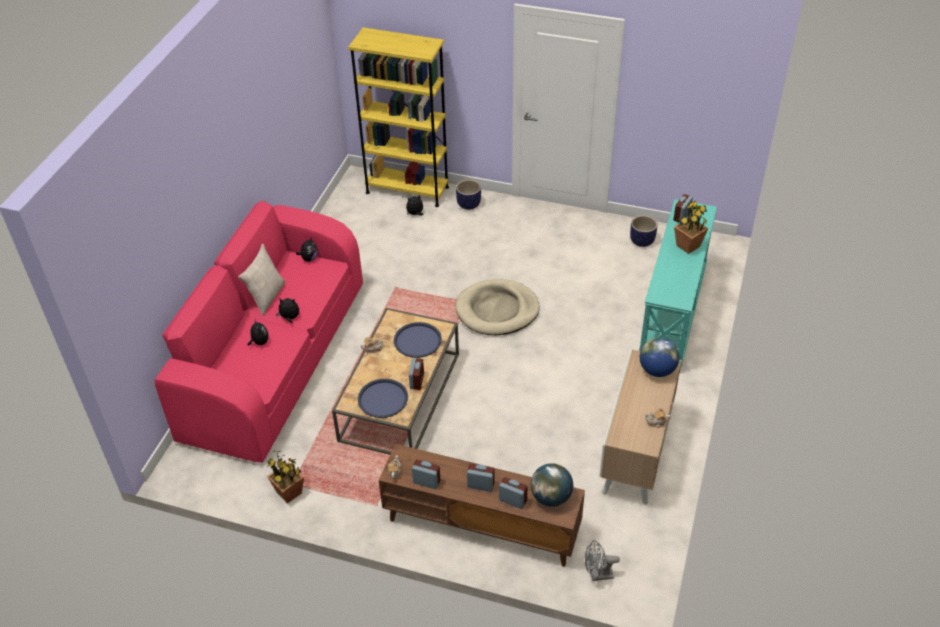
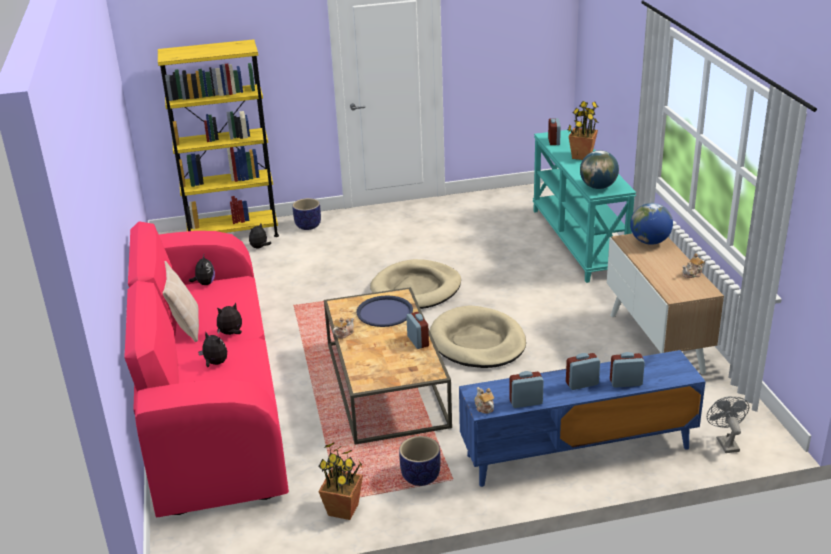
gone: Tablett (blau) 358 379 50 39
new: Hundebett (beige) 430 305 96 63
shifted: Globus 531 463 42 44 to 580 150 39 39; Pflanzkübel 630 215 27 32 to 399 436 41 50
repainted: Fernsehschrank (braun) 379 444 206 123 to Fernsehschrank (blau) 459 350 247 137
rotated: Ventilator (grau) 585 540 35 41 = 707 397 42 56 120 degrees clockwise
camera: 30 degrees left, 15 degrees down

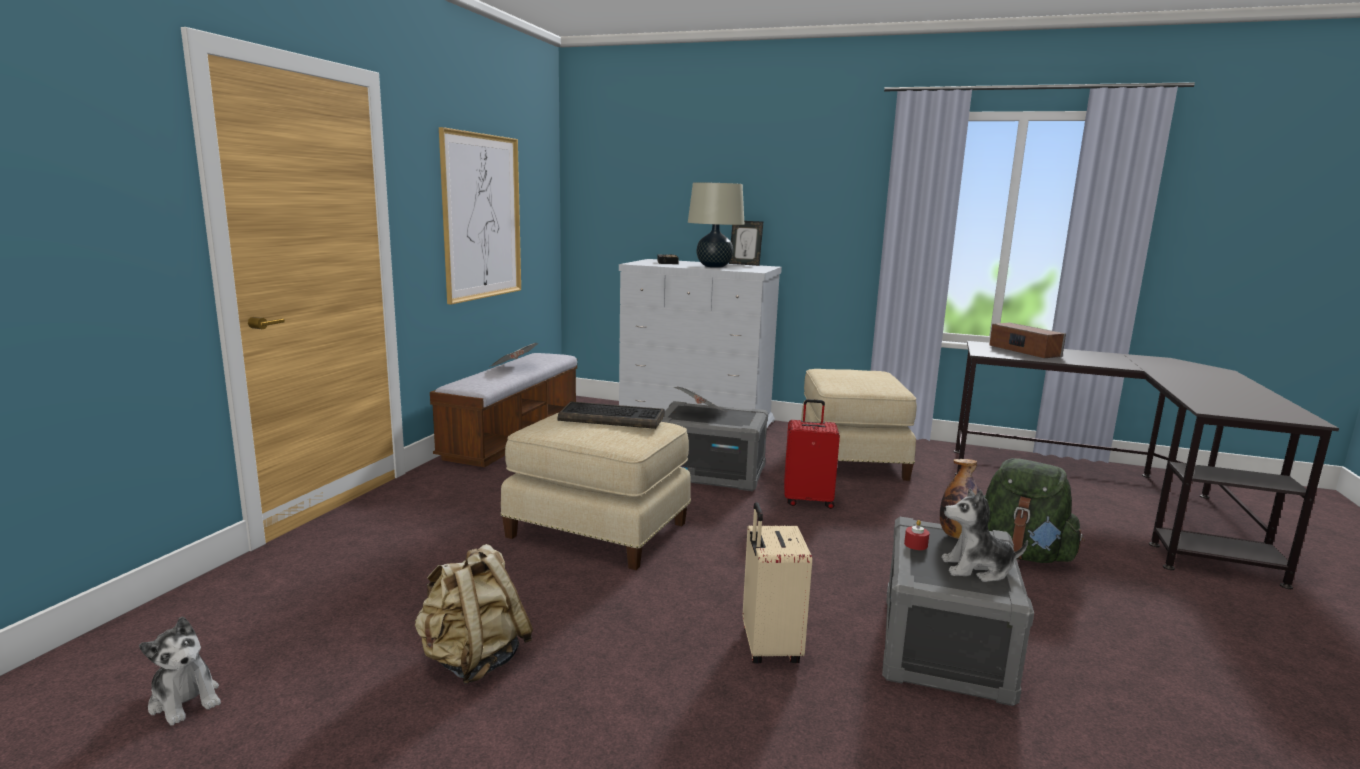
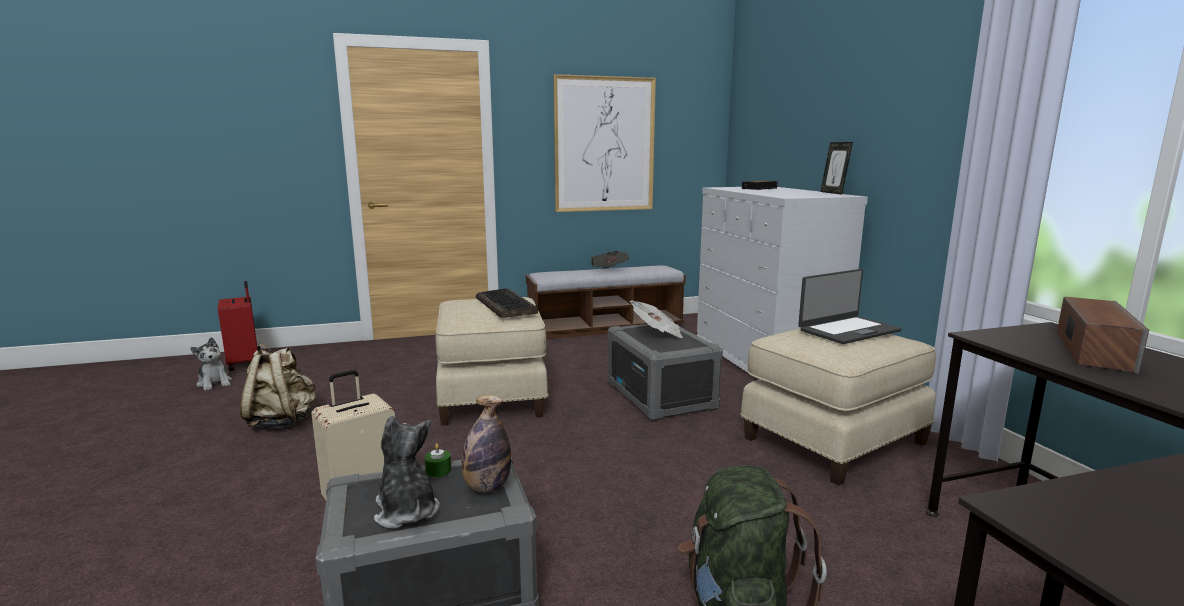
gone: Tischlampe (beige) 688 182 56 86
new: Laptop 798 269 104 75
shifted: Koffer (rot) 784 399 56 110 to 218 281 40 90
repainted: Kerze (rot) 904 520 25 30 to Kerze (grün) 425 443 26 34
rotated: Plüschtier 139 617 82 109 = 190 337 42 54 45 degrees counterclockwise
camera: 55 degrees right, 0 degrees up

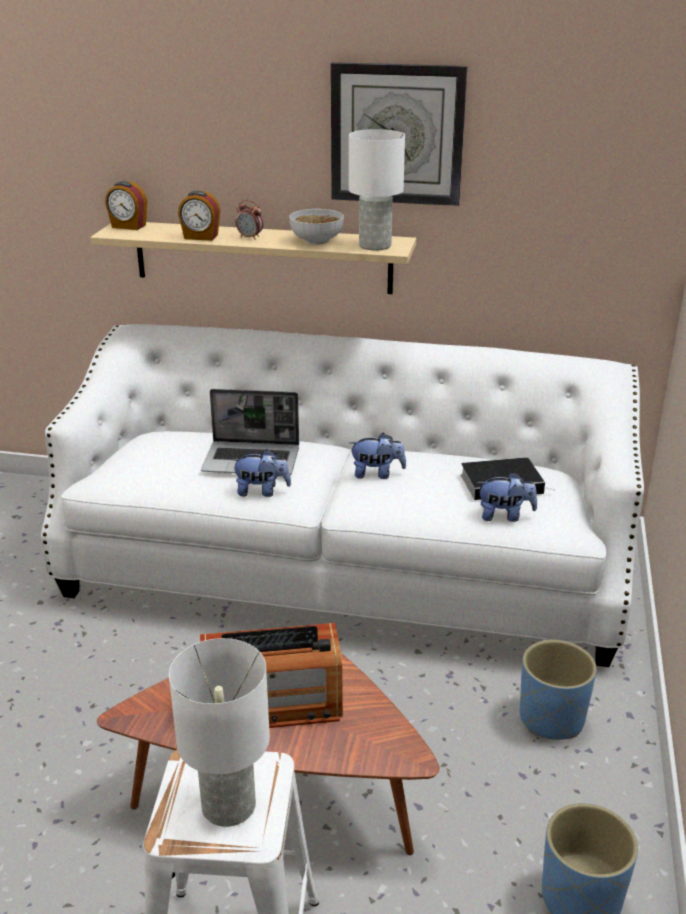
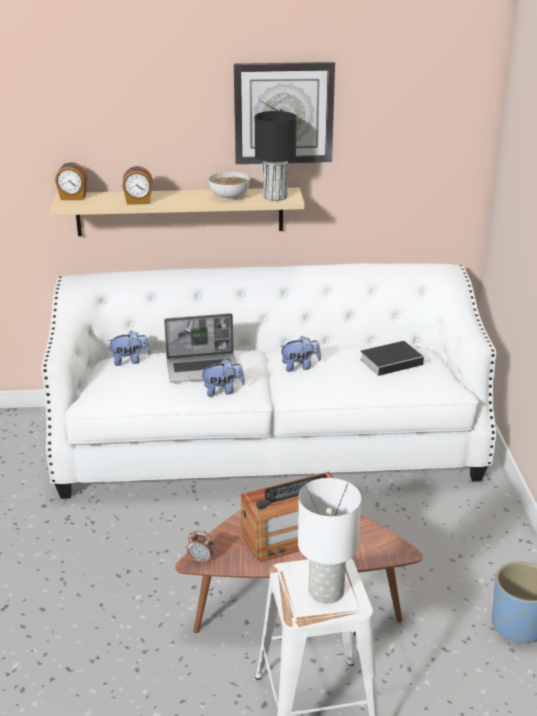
gone: Pflanzkübel (blau) 520 640 77 100
shifted: Wecker 236 200 27 40 to 187 531 28 32; Plüschtier 476 472 61 50 to 107 330 44 36
repainted: Tischlampe (weiß) 349 129 56 121 to Tischlampe (schwarz) 255 111 41 90
camera: 15 degrees left, 0 degrees up

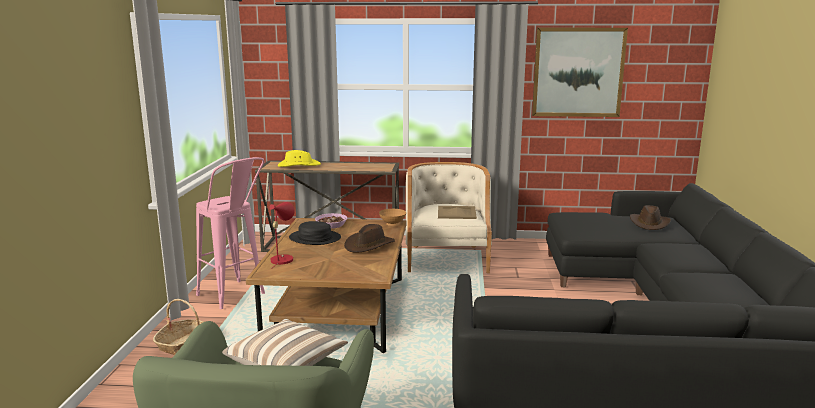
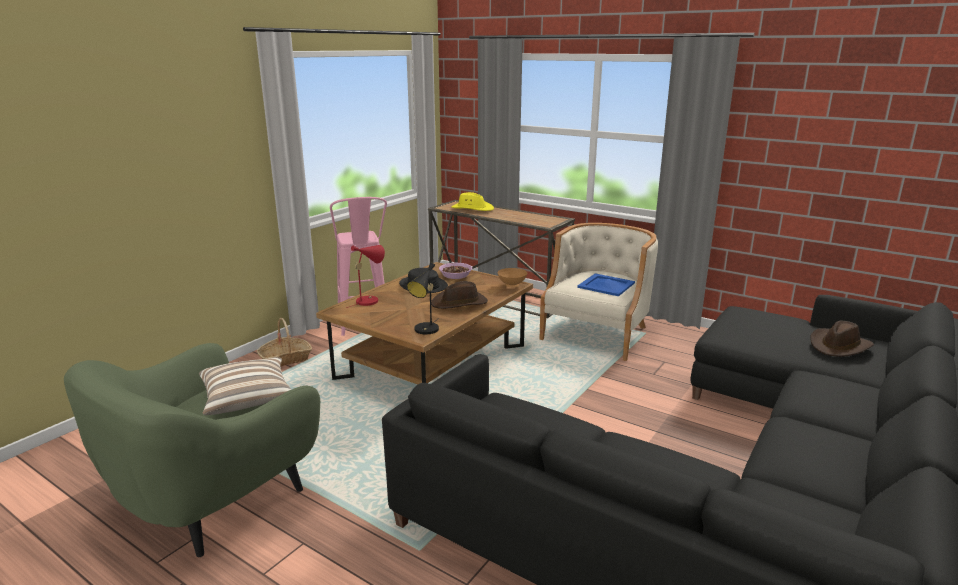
gone: Bild 532 28 96 89
new: Tischlampe (schwarz) 407 263 32 71
repainted: Tablett (beige) 438 206 39 13 to Tablett (blau) 577 273 58 23
camera: 30 degrees right, 5 degrees up

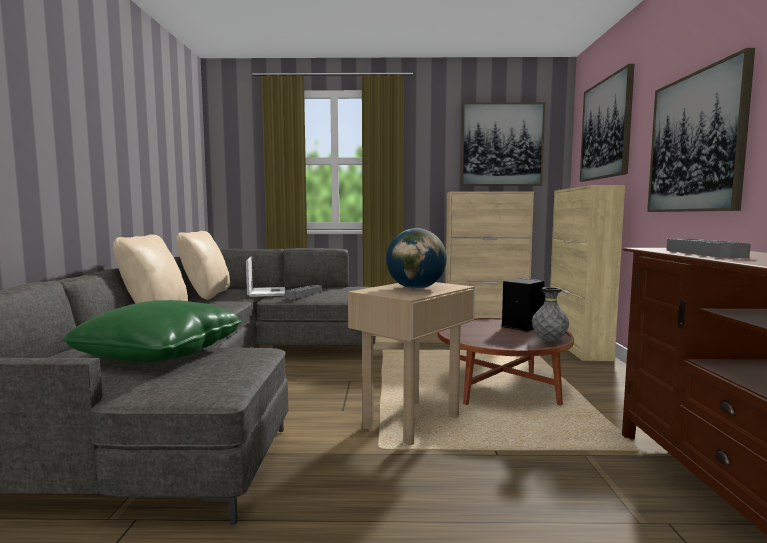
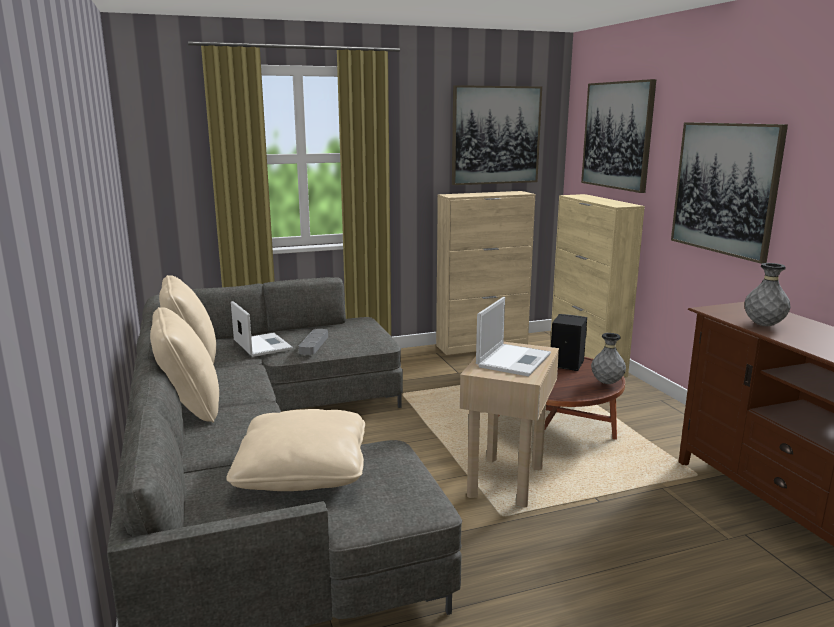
swapped: Globus 386 228 61 61 to Laptop 476 297 75 80; Tablett (grau) 666 239 85 19 to Vase (grau) 744 263 46 63
repainted: Kissen (grün) 63 300 178 62 to Kissen (beige) 226 409 139 82
camera: 20 degrees left, 10 degrees up

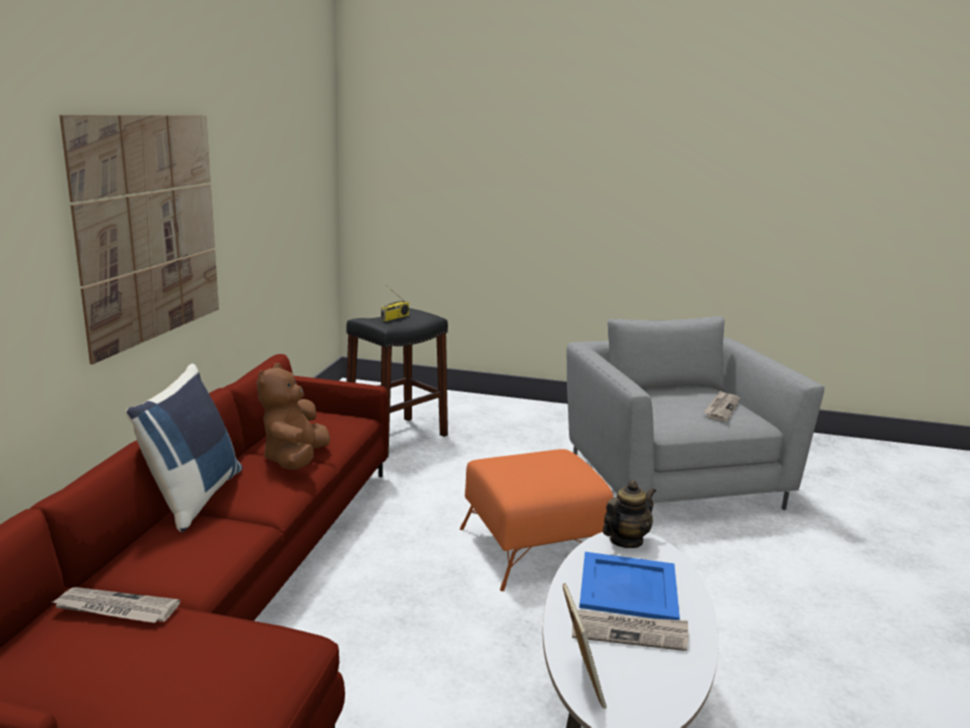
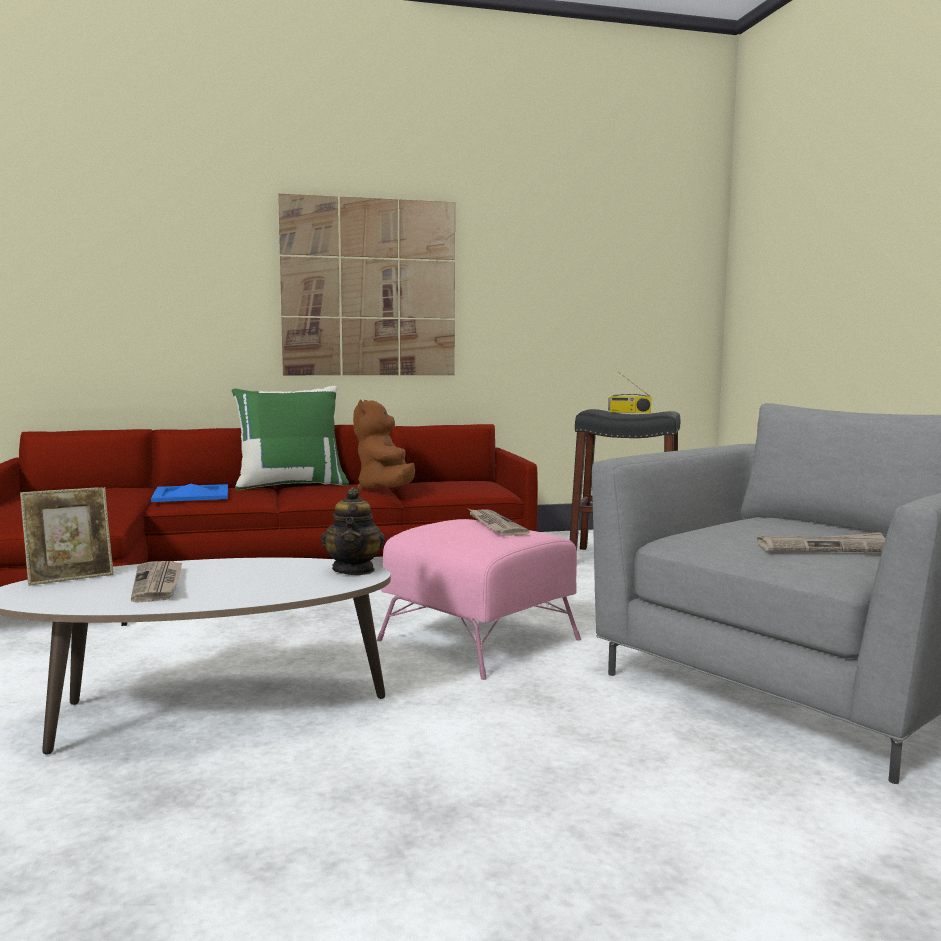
shifted: Zeitung 52 587 128 36 to 469 509 61 27; Tablett (blau) 579 552 101 68 to 151 484 77 18
repainted: Kissen (blau) 126 364 117 168 to Kissen (grün) 232 386 117 104; Polsterhocker (orange) 460 449 153 142 to Polsterhocker (rosa) 377 519 204 161
rotated: Plüschtier (braun) 257 363 73 107 = 353 400 62 91 75 degrees counterclockwise; Teekanne 602 480 54 68 = 321 487 64 88 60 degrees clockwise
camera: 65 degrees right, 10 degrees down

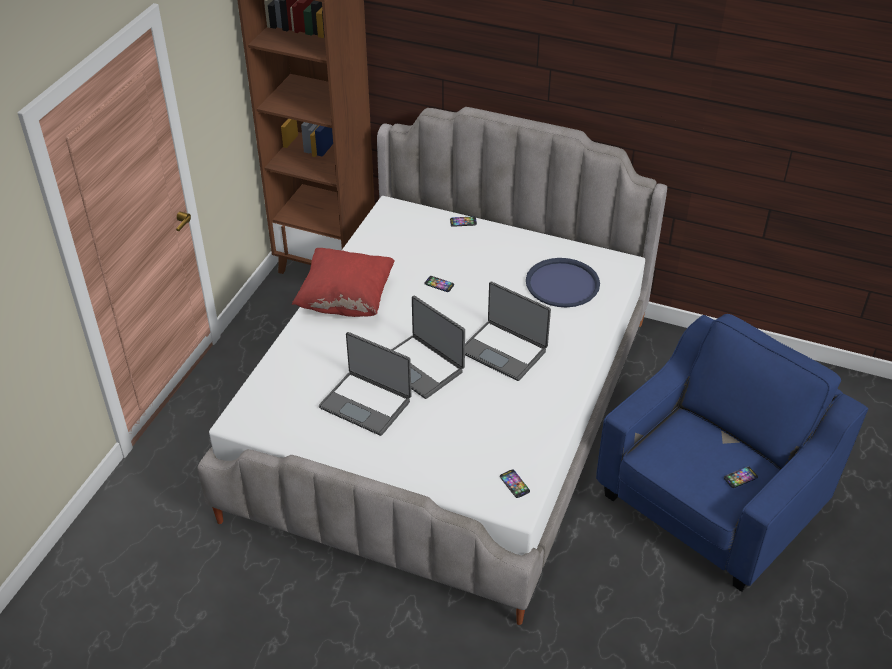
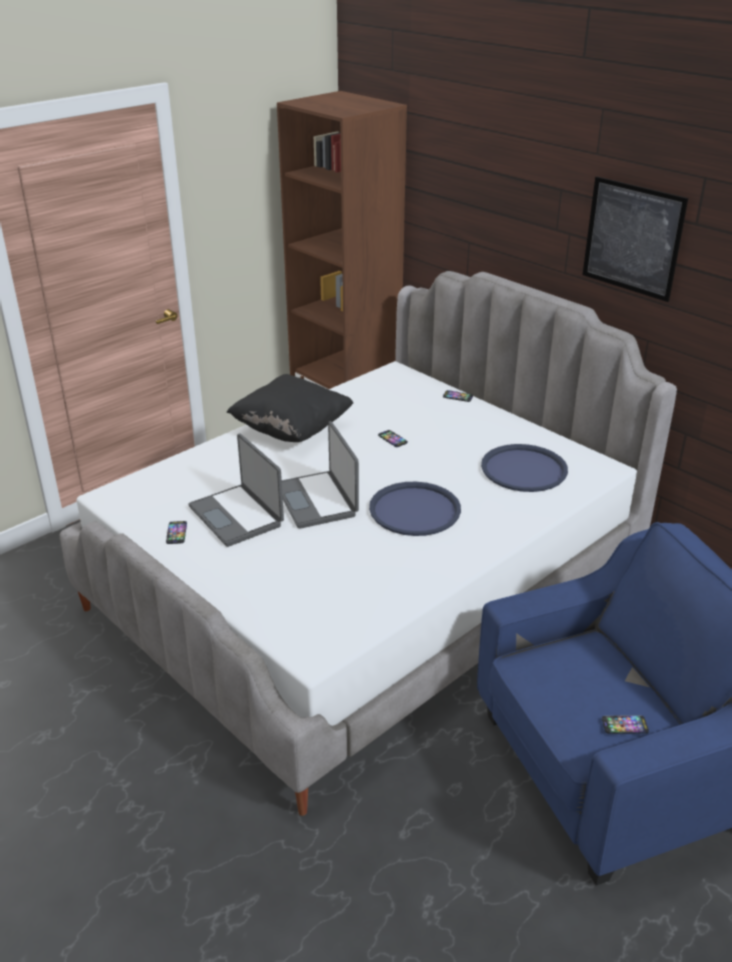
new: Bild 583 177 105 125
shifted: Handy 500 469 30 29 to 166 521 21 23
swapped: Laptop 465 282 86 99 to Tablett (blau) 369 482 92 54
repainted: Kissen (rot) 292 248 103 69 to Kissen (schwarz) 226 374 127 68
camera: 25 degrees right, 10 degrees down

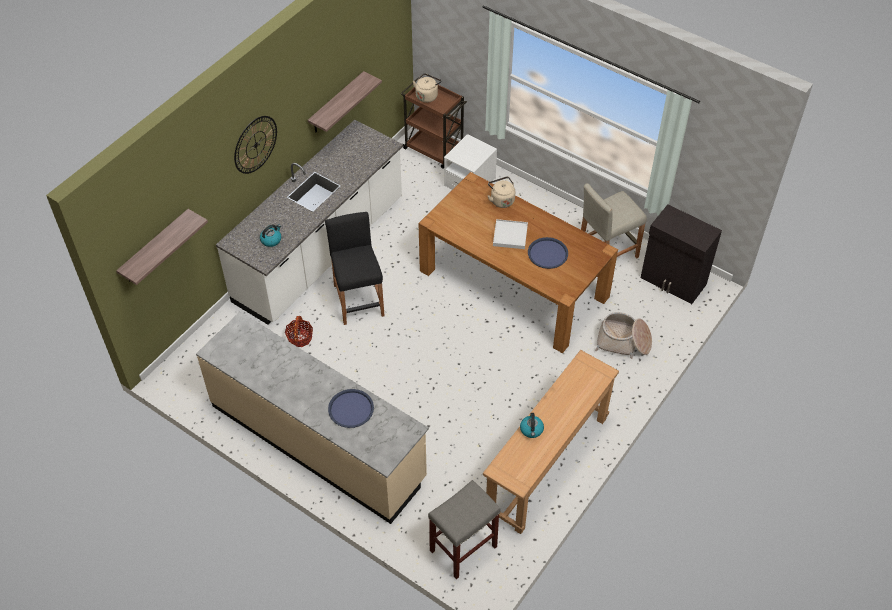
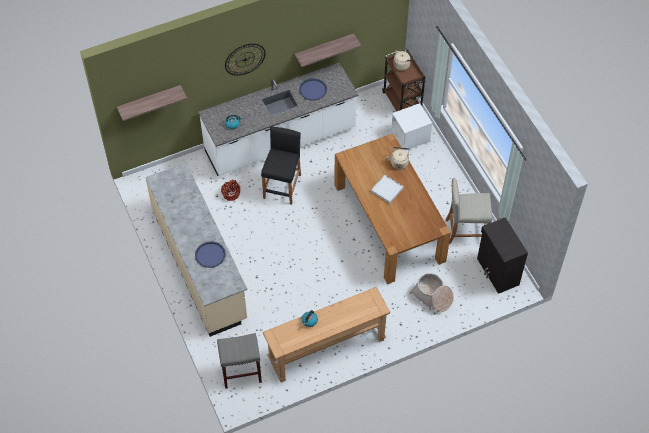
shifted: Tablett (blau) 528 237 40 32 to 299 78 28 23
camera: 30 degrees right, 5 degrees up

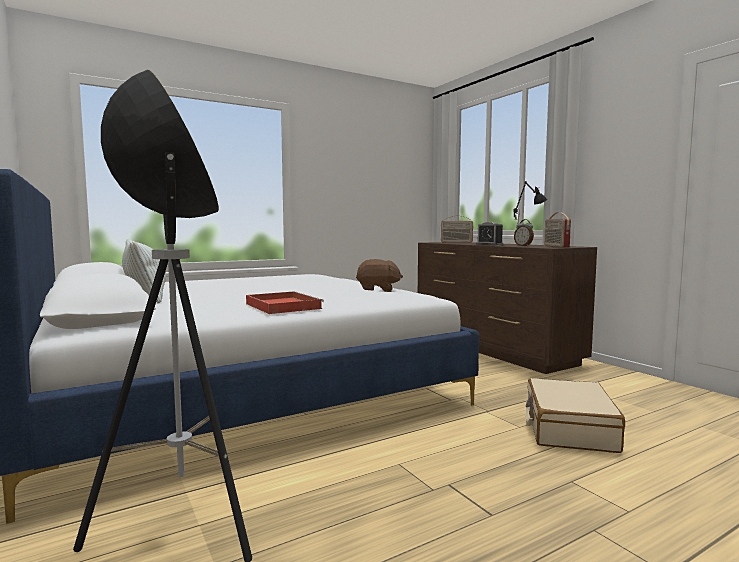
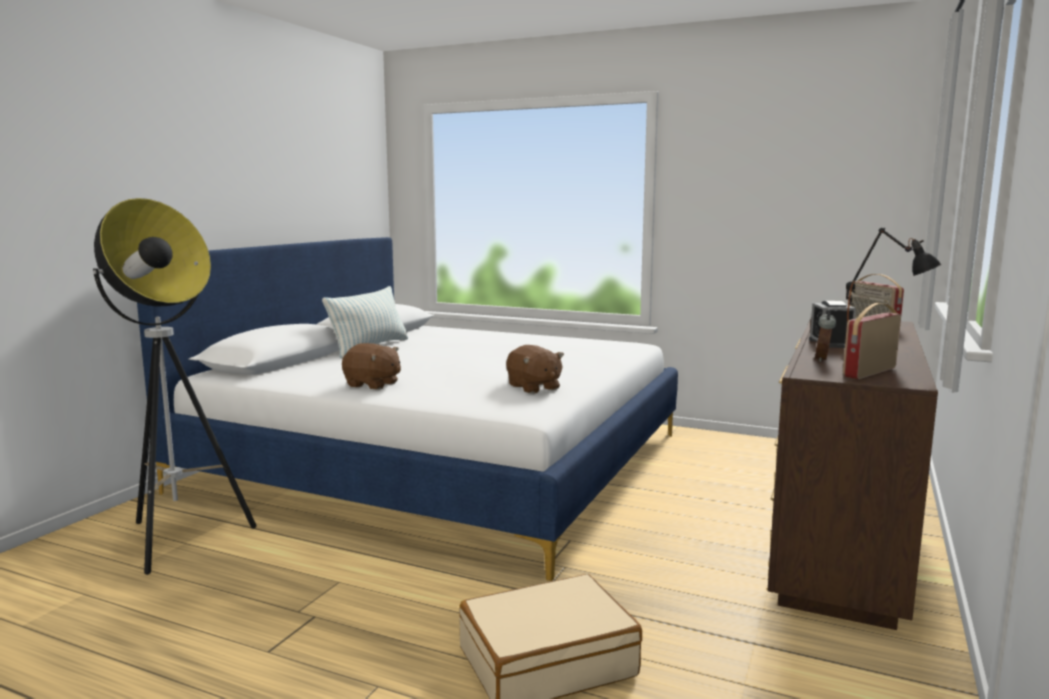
swapped: Tablett (rot) 246 291 78 23 to Plüschtier (braun) 342 343 59 47
camera: 55 degrees right, 5 degrees up

